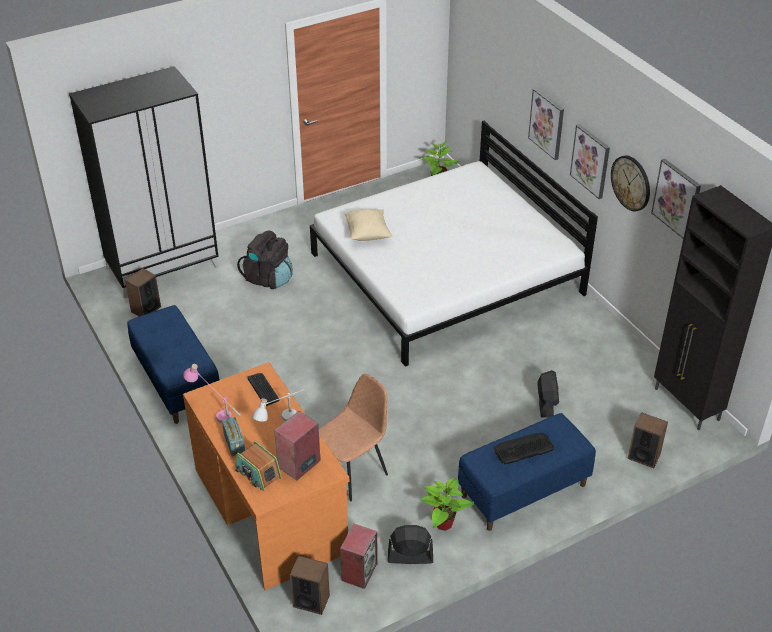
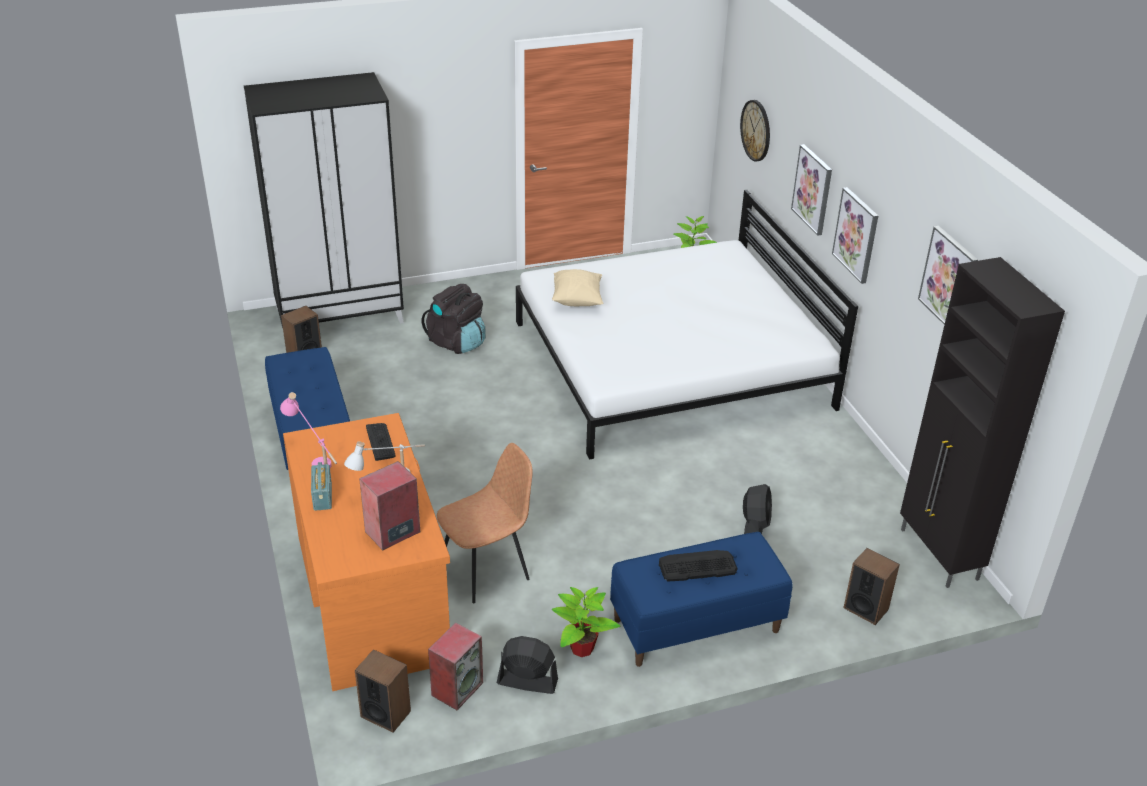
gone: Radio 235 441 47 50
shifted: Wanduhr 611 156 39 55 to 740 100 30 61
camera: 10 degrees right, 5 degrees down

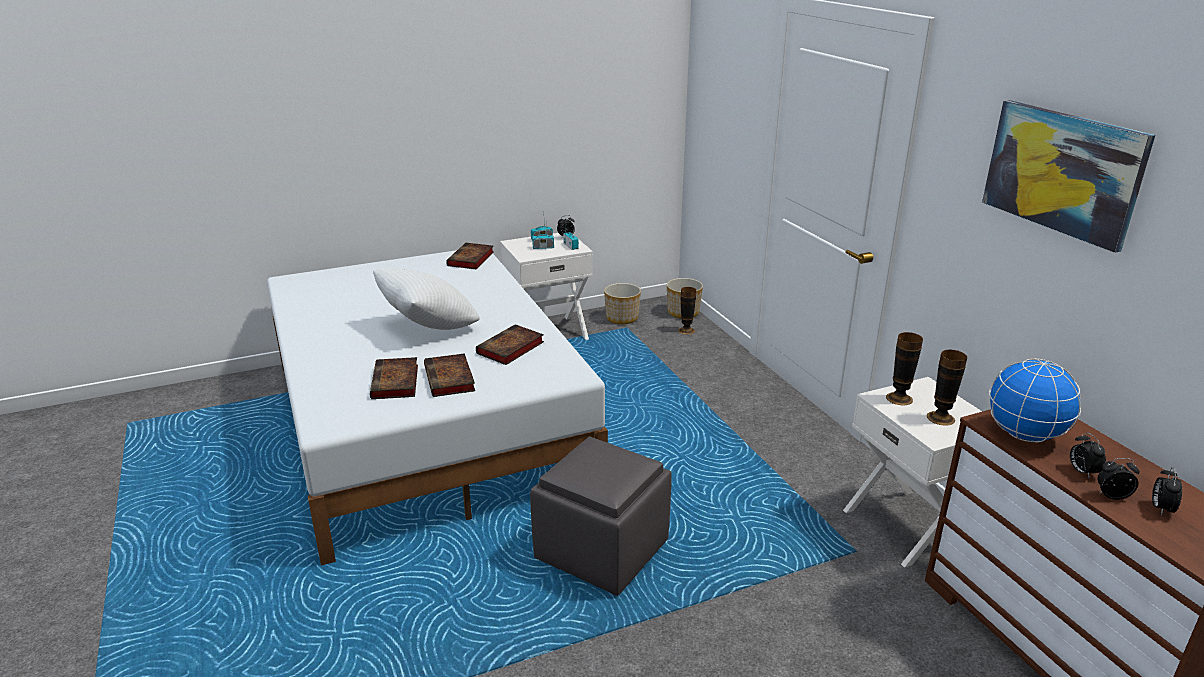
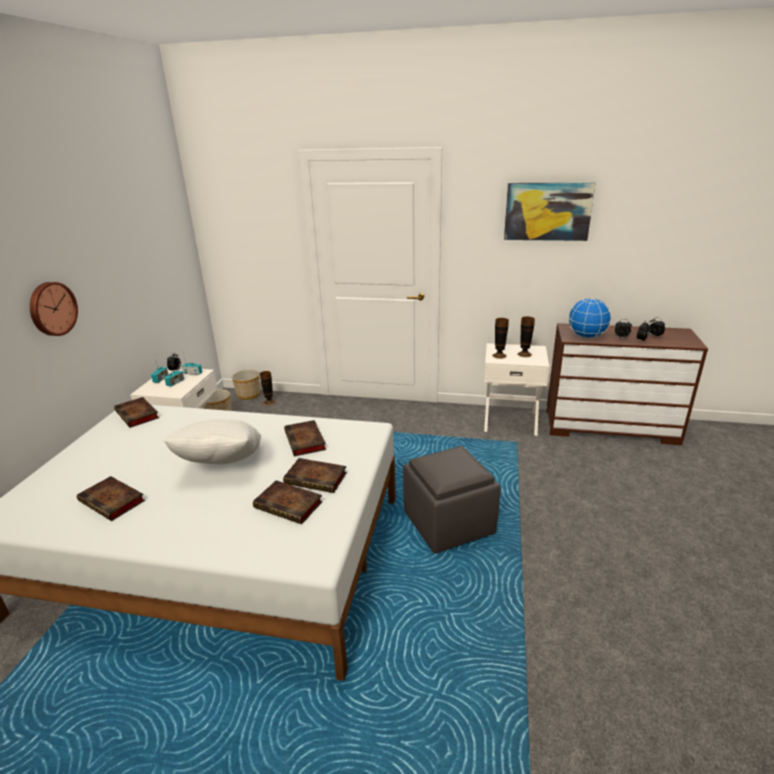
new: Wanduhr 30 282 48 54; Buch 77 476 68 45
camera: 55 degrees left, 0 degrees up

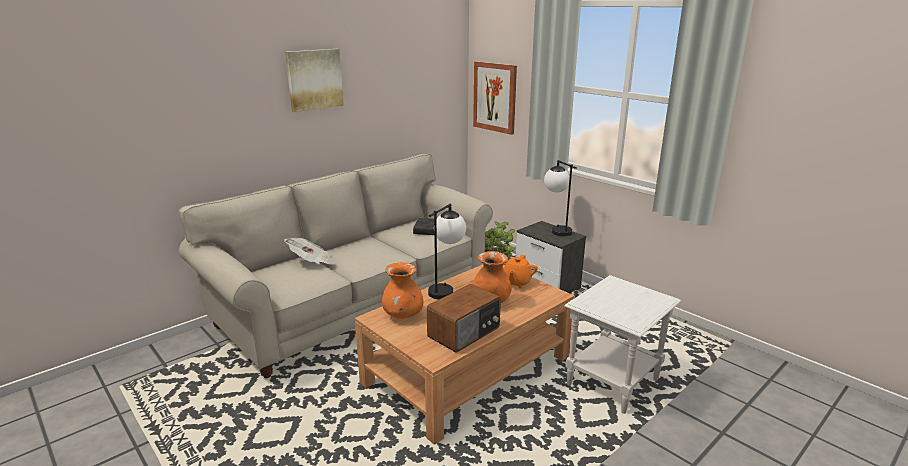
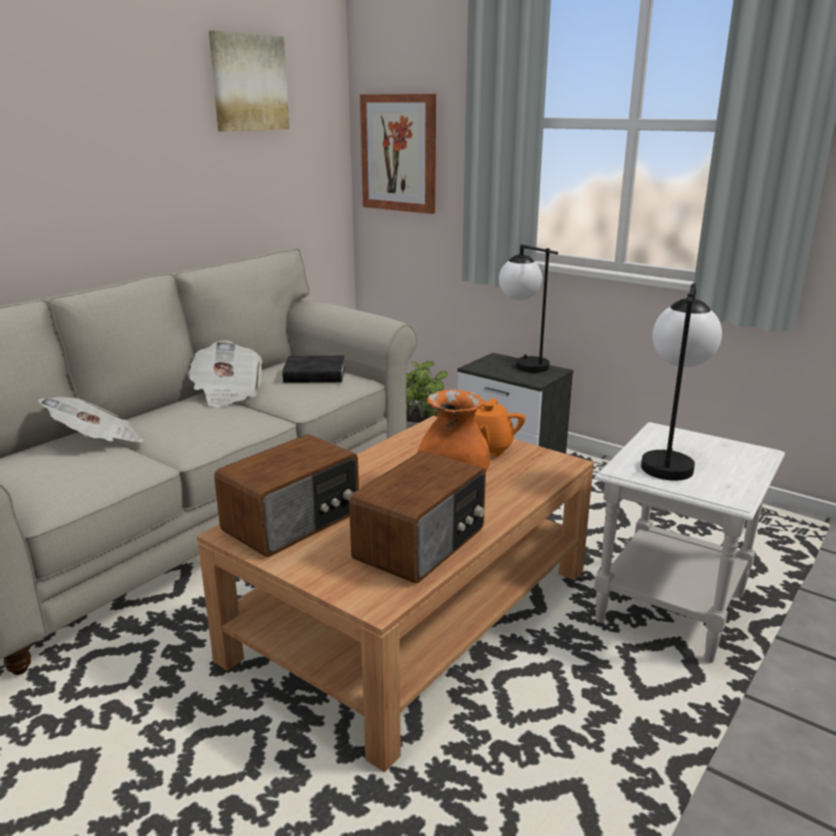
new: Zeitung 188 341 75 66
shifted: Bild 285 49 59 63 to 209 30 80 102; Tischlampe 428 204 38 95 to 641 283 81 198
swapped: Vase (orange) 382 262 41 57 to Radio 214 435 145 122
camera: 10 degrees left, 0 degrees up

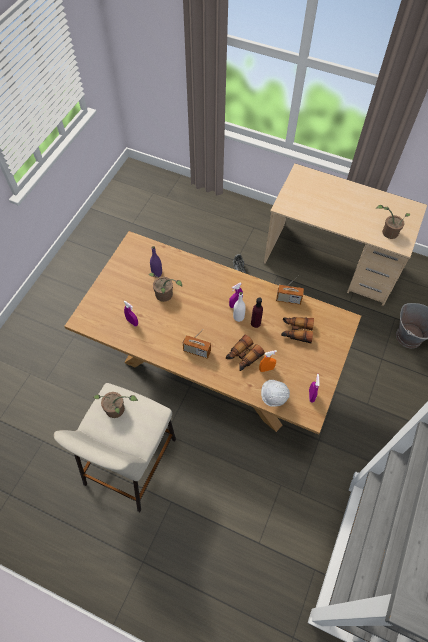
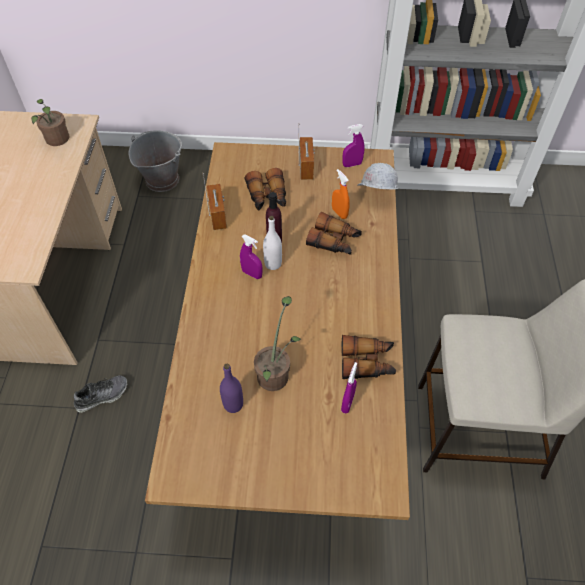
gone: Topfpflanze 93 392 45 26
new: Fernglas 341 335 55 44
shifted: Radio 183 335 28 24 to 298 137 17 43
camera: 110 degrees left, 5 degrees down

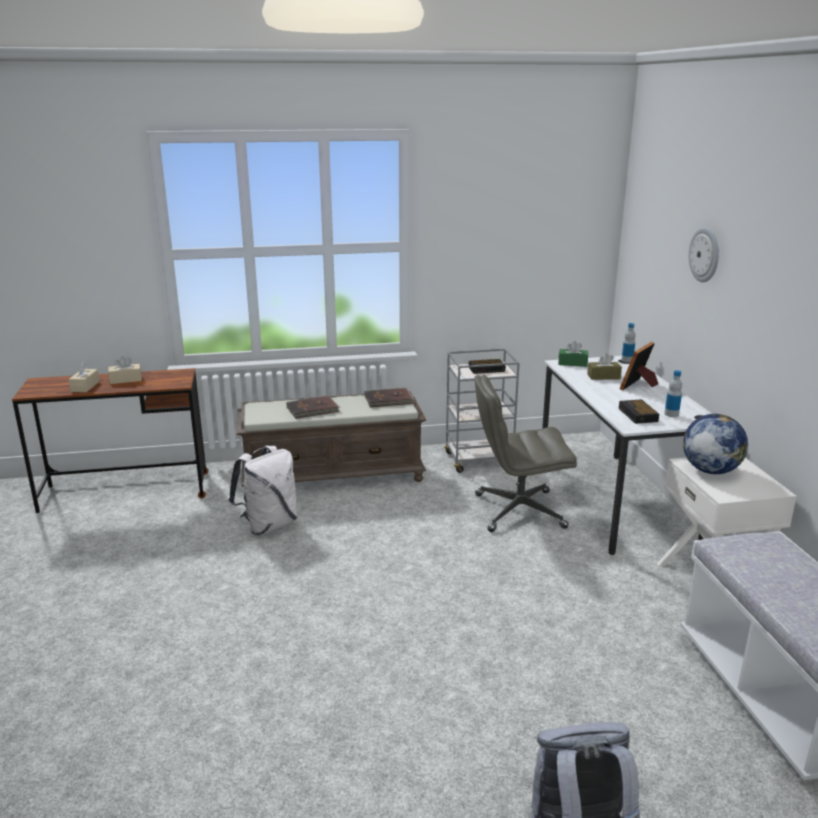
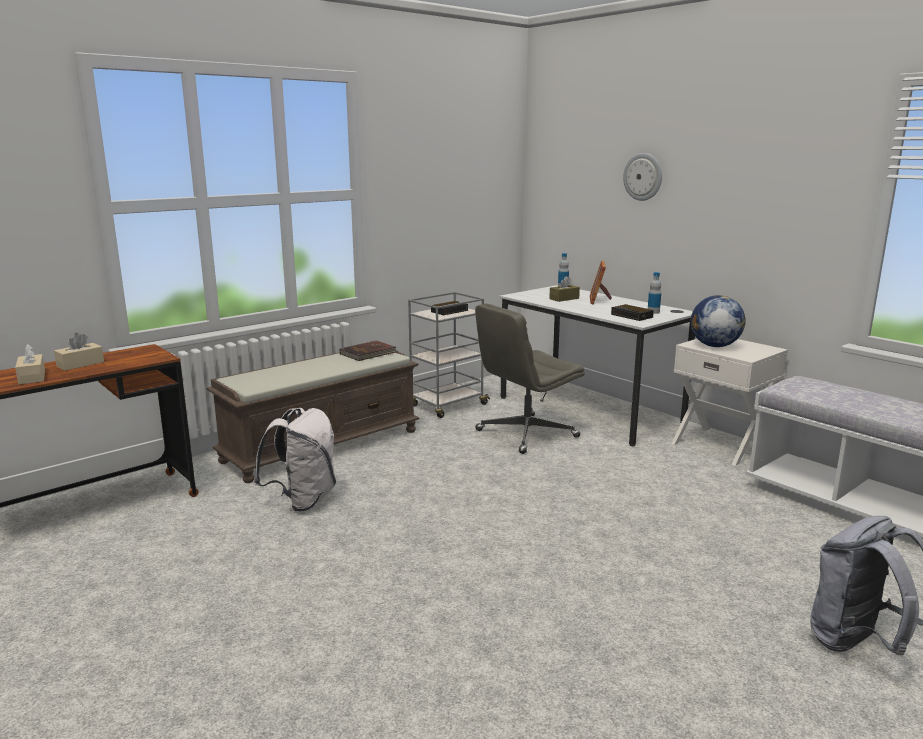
gone: Buch (braun) 286 396 54 23; Taschentuchbox (grün) 558 341 30 26
camera: 30 degrees left, 5 degrees down

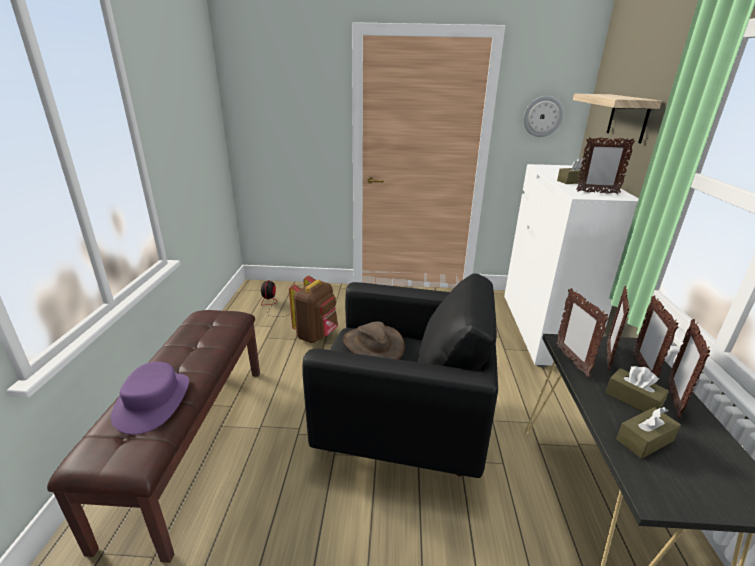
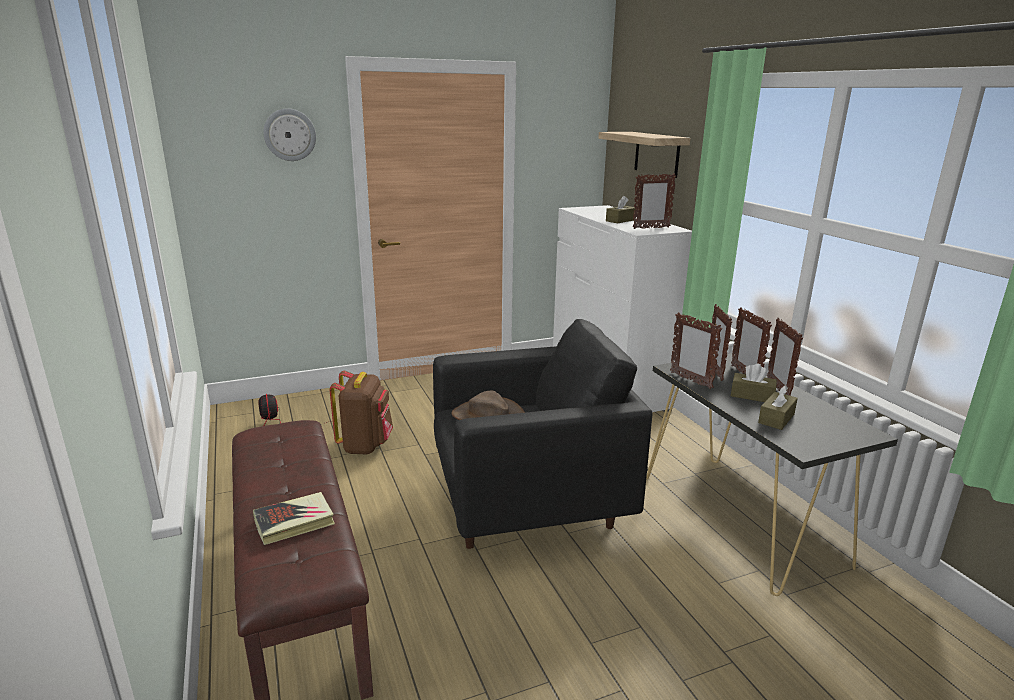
shifted: Wanduhr 523 96 41 41 to 263 108 53 53
swapped: Hut (lila) 111 362 78 72 to Buch 253 492 82 53
camera: 25 degrees left, 5 degrees down

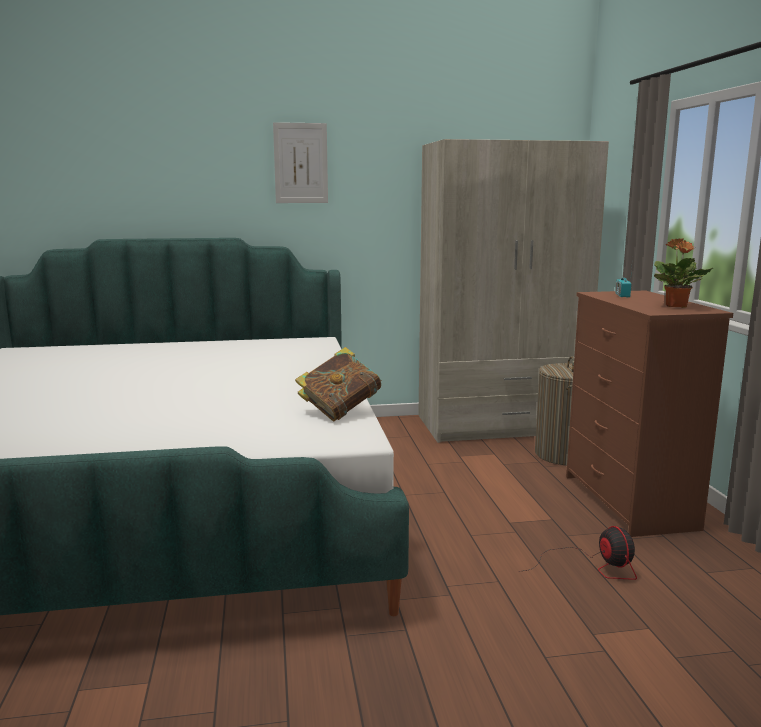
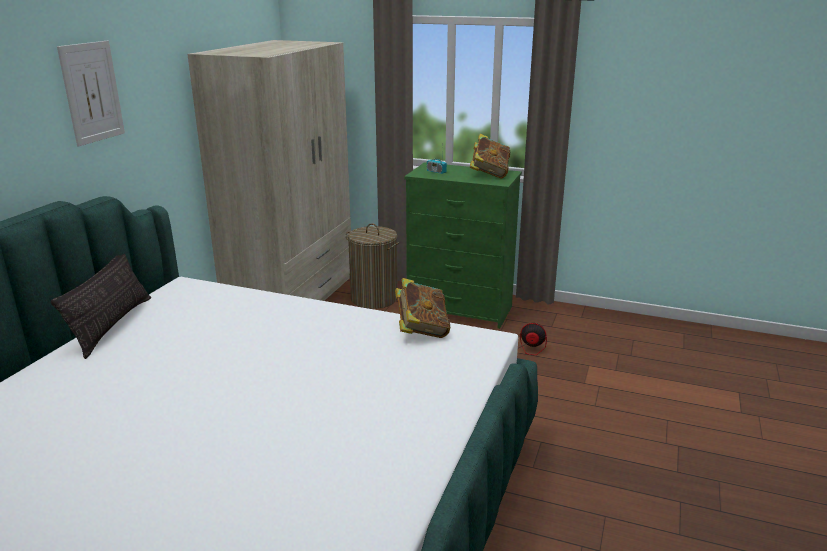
new: Kissen 51 254 100 105
swapped: Topfpflanze 654 238 60 70 to Buch 470 134 40 44
repainted: Kommode (braun) 566 291 167 246 to Kommode (grün) 405 162 117 167
camera: 60 degrees left, 10 degrees up

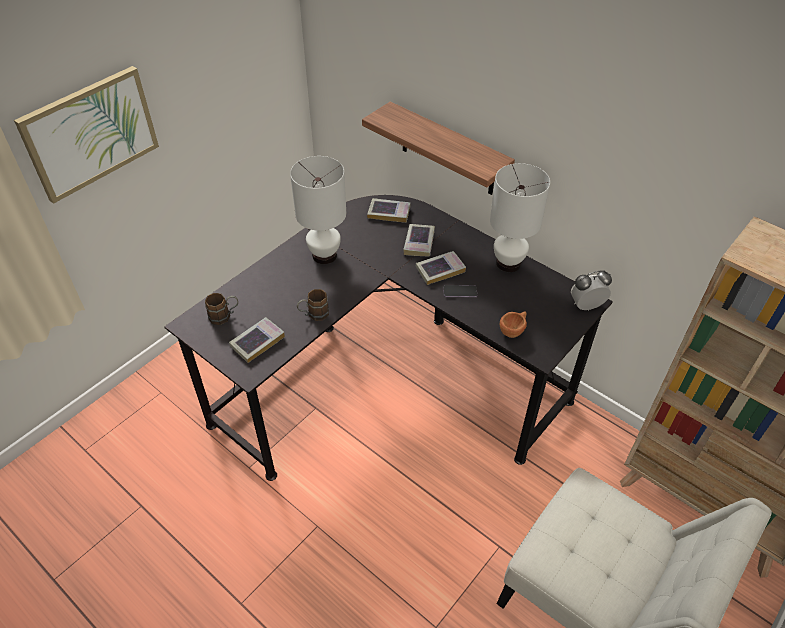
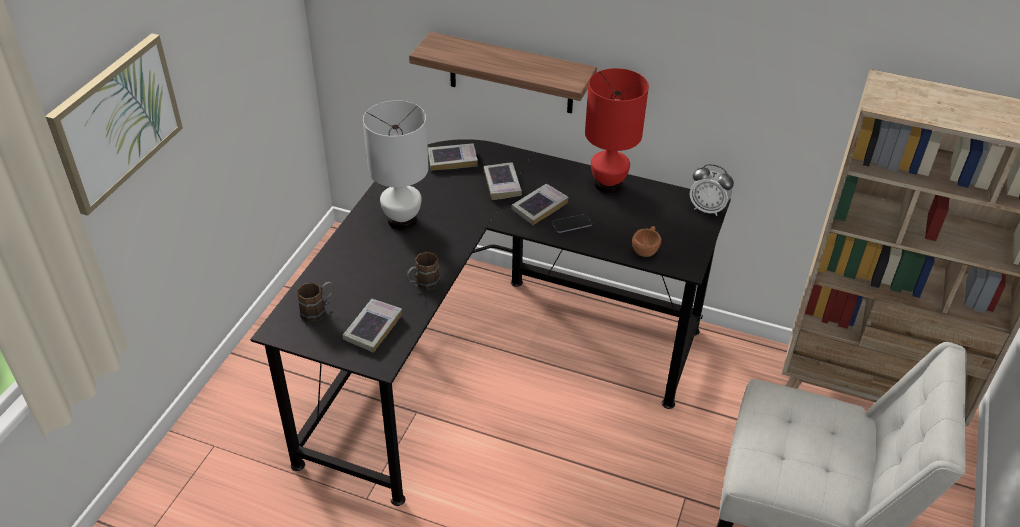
repainted: Tischlampe (weiß) 490 163 60 109 to Tischlampe (rot) 585 68 64 126
rotated: Wecker 571 270 41 40 = 690 164 44 52 120 degrees counterclockwise
camera: 20 degrees left, 5 degrees down

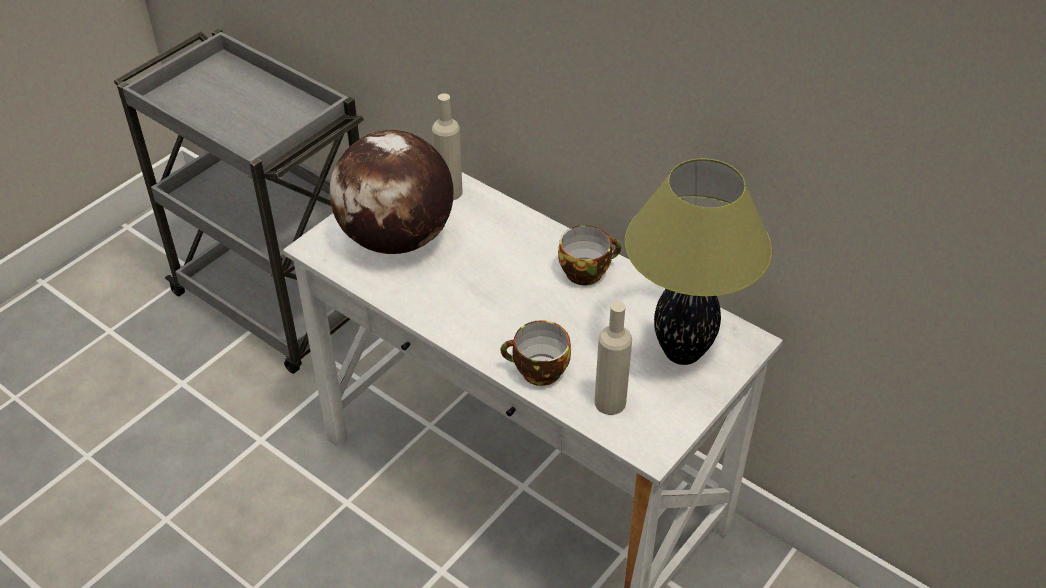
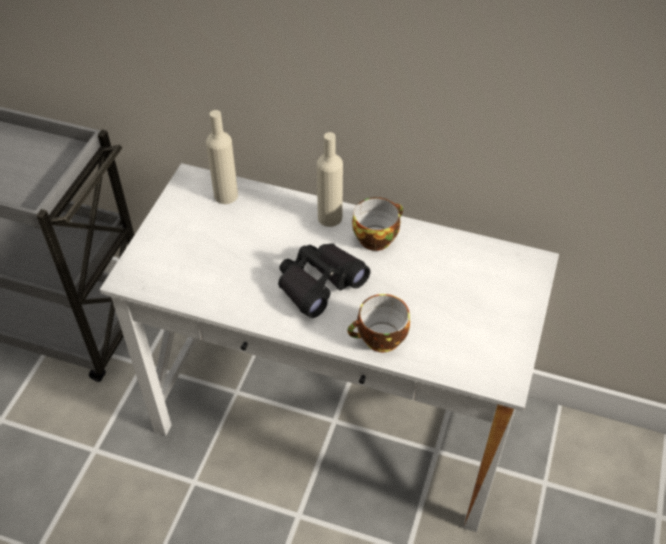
gone: Globus 329 130 124 124; Tischlampe 624 158 148 207
new: Fernglas (schwarz) 278 243 93 75
shifted: Flasche (beige) 595 301 37 114 to 317 132 26 95
camera: 20 degrees left, 5 degrees up

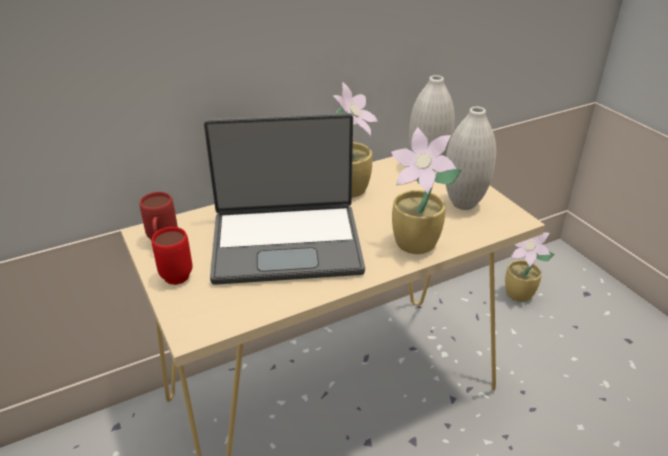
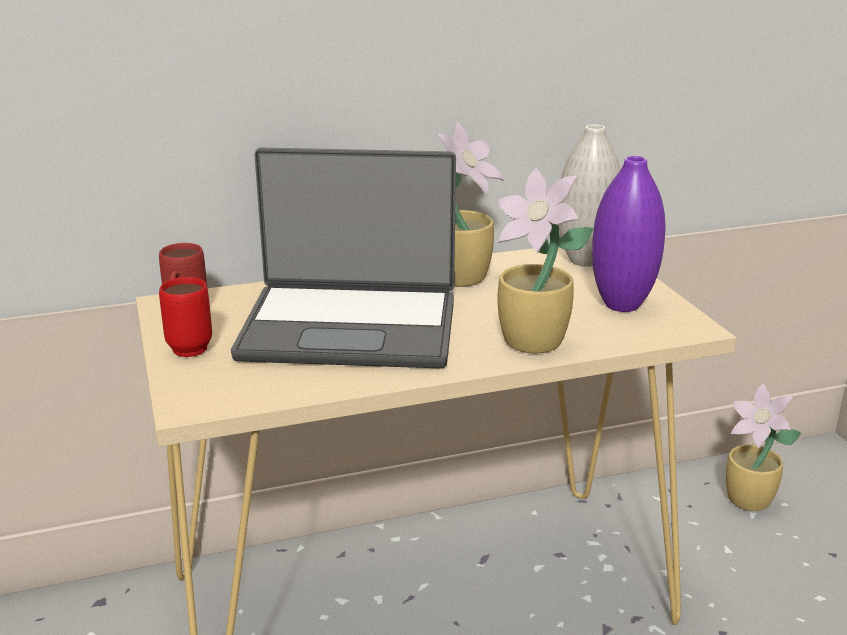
repainted: Vase (weiß) 446 106 50 104 to Vase (lila) 592 156 74 156
camera: 10 degrees right, 10 degrees down

